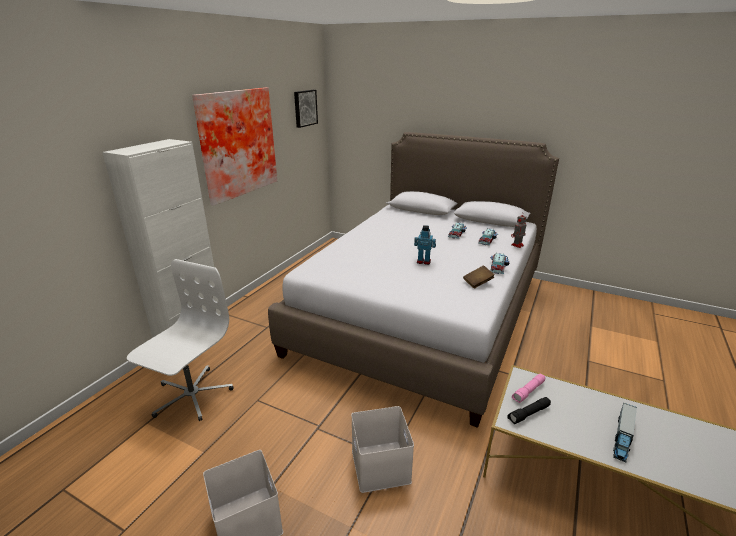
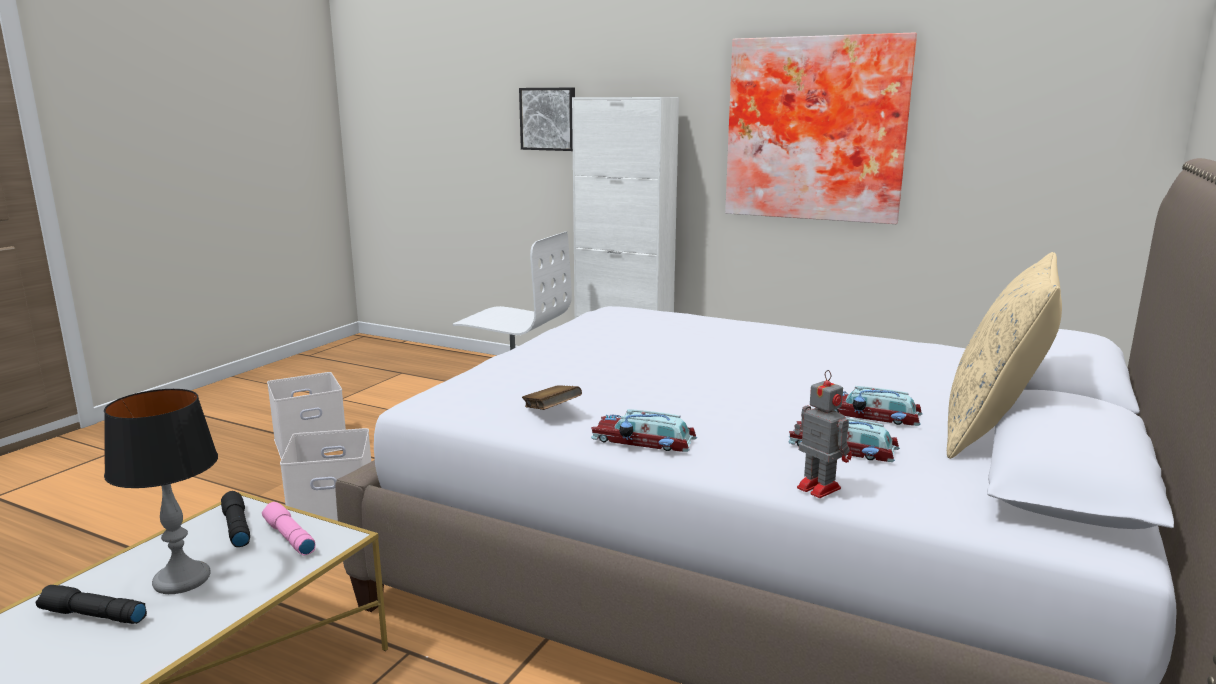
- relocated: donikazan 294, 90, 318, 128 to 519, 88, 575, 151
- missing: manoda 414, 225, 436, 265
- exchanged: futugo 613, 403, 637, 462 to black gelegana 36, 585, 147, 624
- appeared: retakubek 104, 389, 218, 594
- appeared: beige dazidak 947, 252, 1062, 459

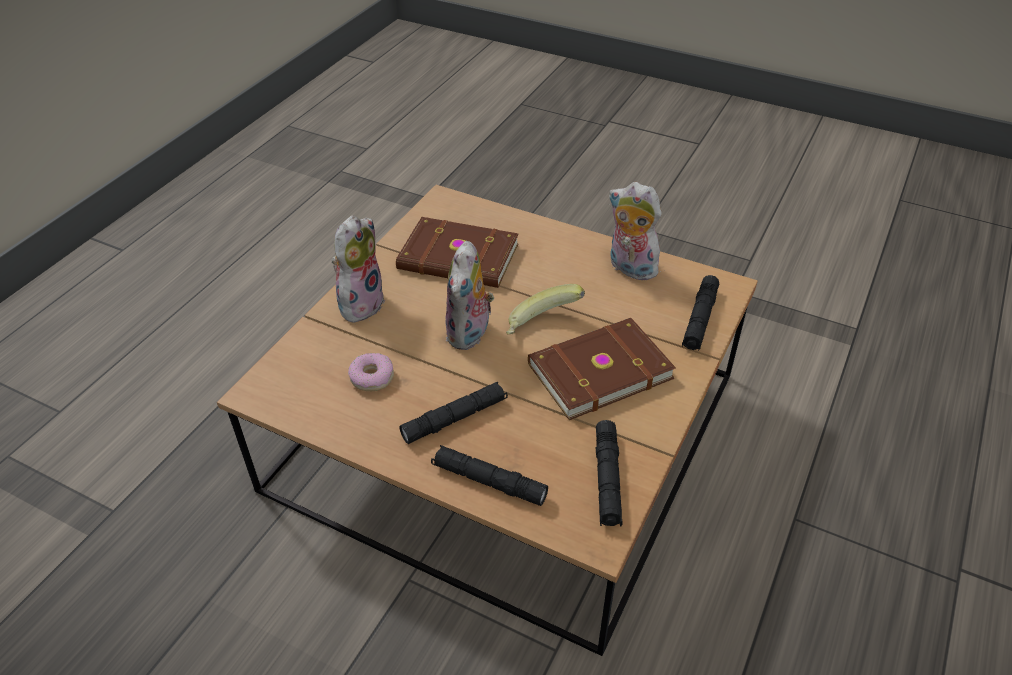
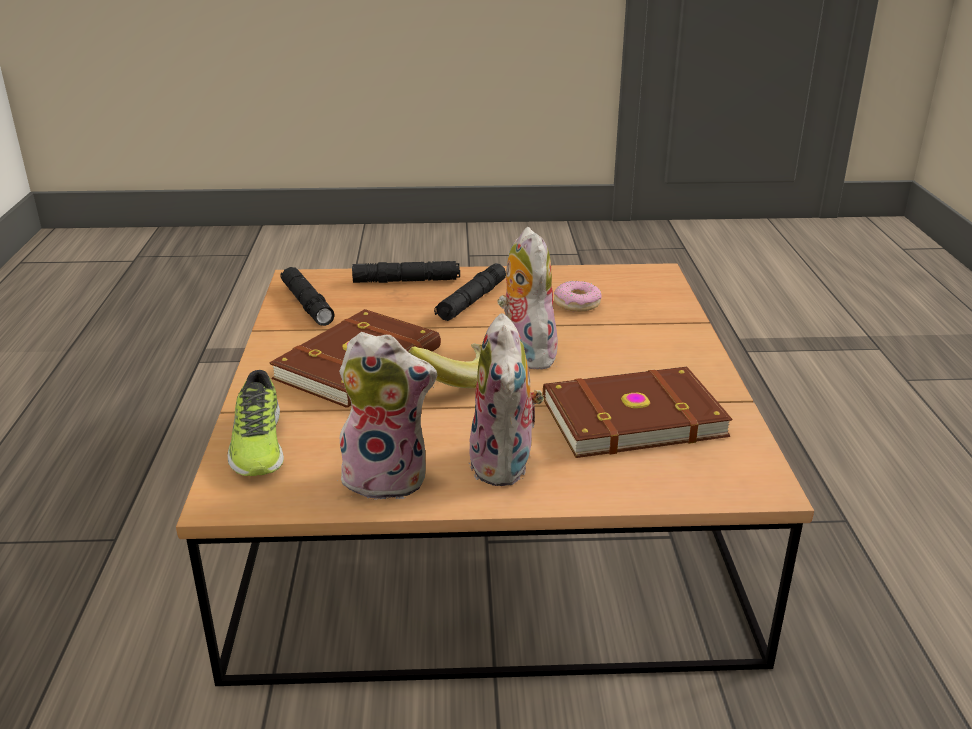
- relocated: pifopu 332, 215, 386, 322 to 469, 313, 544, 486
- exchanged: black gelegana 682, 275, 719, 350 to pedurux 228, 370, 284, 476

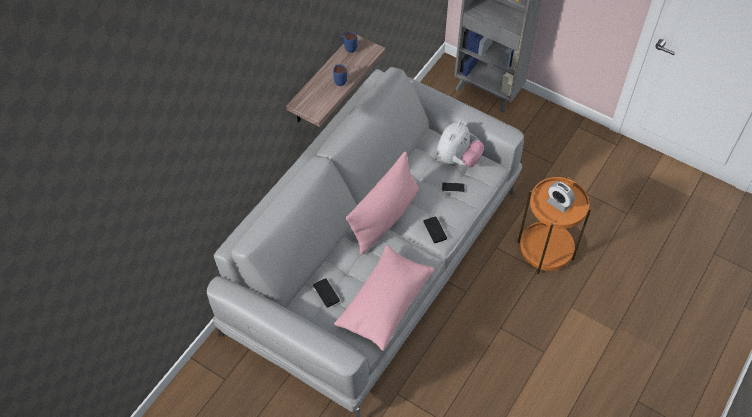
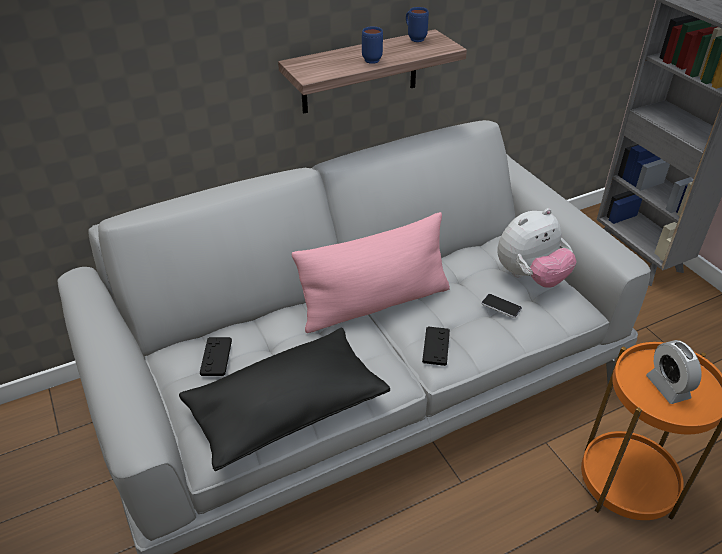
- colour: pink dazidak 334, 245, 434, 351 to black dazidak 179, 328, 390, 471

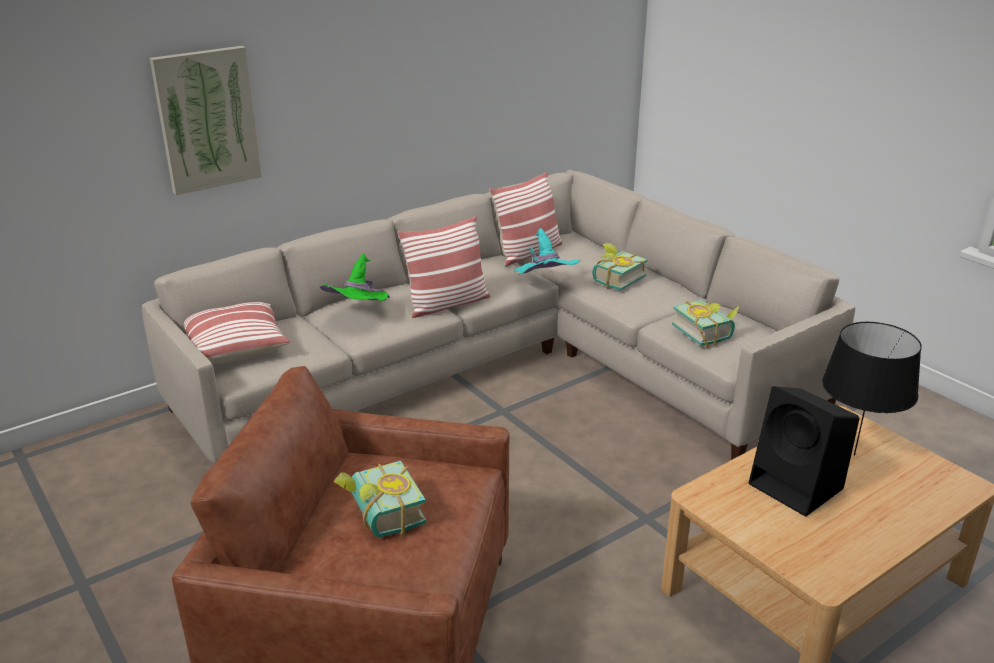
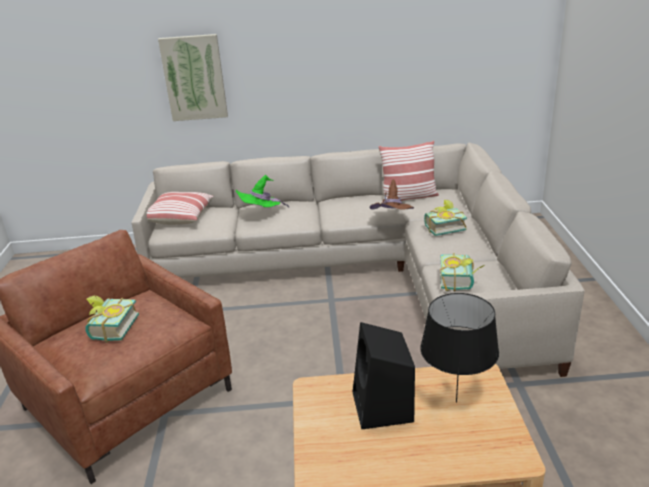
- missing: dazidak 397, 216, 490, 318
- colour: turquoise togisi 514, 228, 580, 275 to brown togisi 370, 179, 414, 210

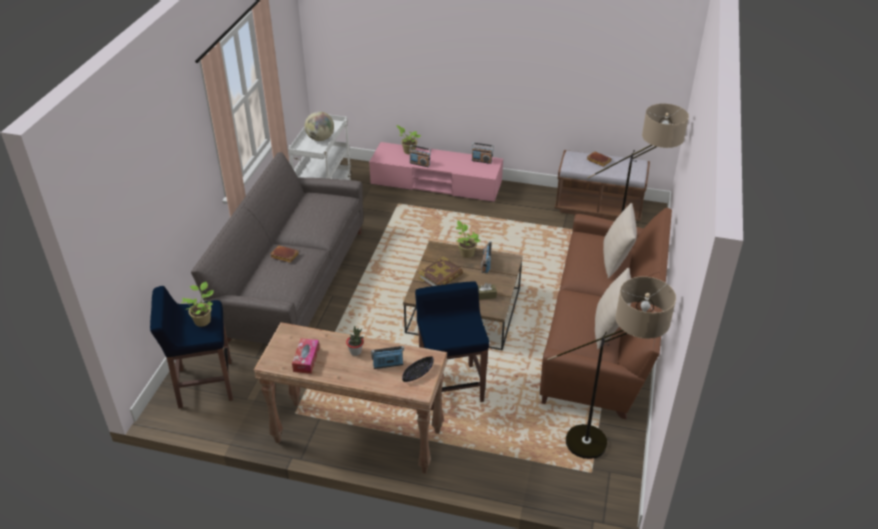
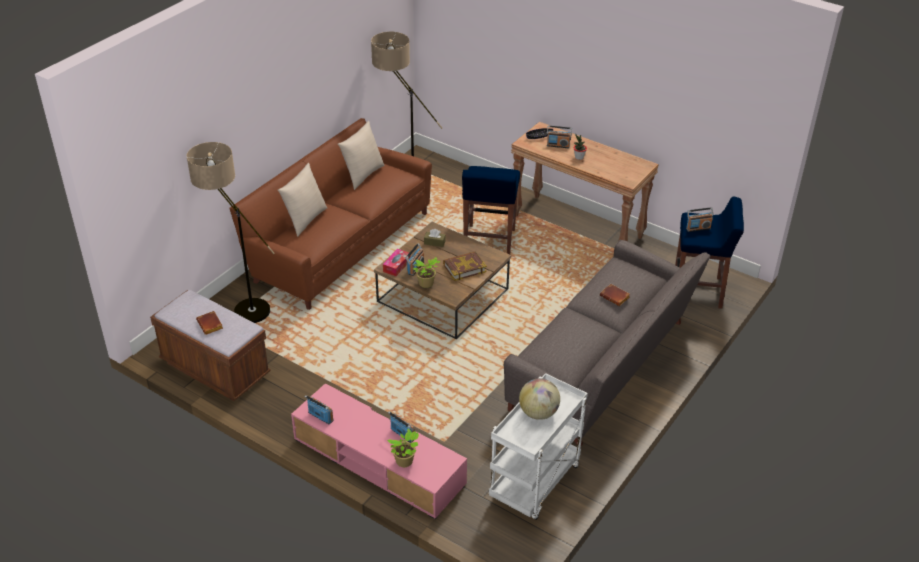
- exchanged: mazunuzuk 181, 282, 214, 327 to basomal 686, 207, 713, 232
- relocated: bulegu 292, 338, 320, 374 to 383, 249, 410, 276

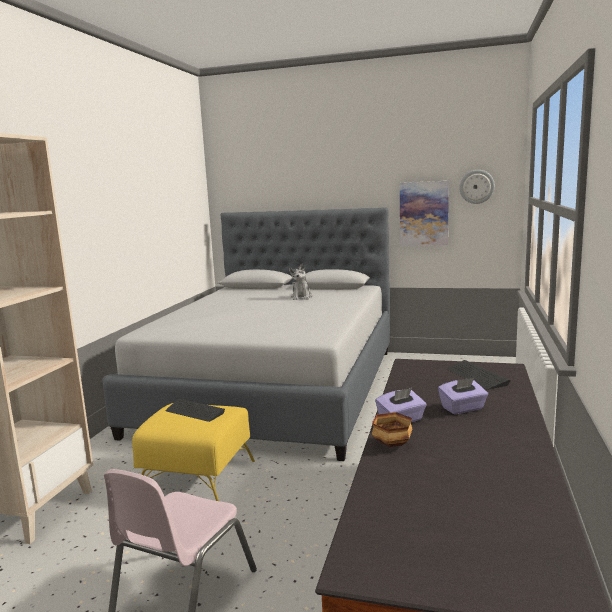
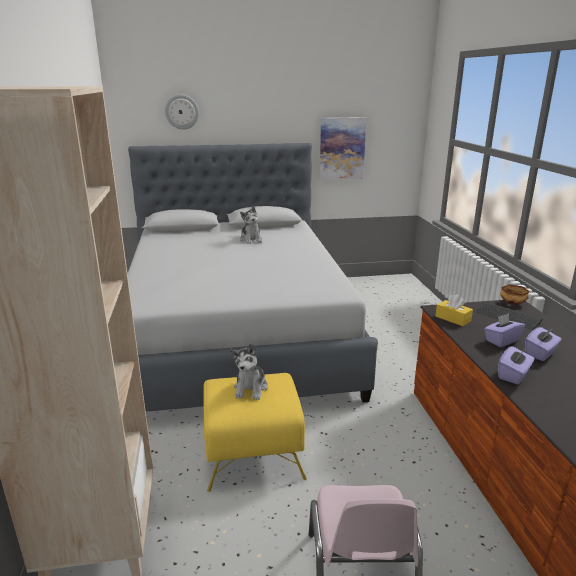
- exchanged: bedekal 166, 399, 225, 422 to pifopu 231, 344, 268, 400
- relocated: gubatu 372, 412, 412, 447 to 500, 284, 529, 305
- relocated: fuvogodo 459, 170, 495, 204 to 165, 94, 199, 130
- appeared: yellow bulegu 436, 294, 473, 326
- appeared: purple bulegu 484, 313, 525, 347

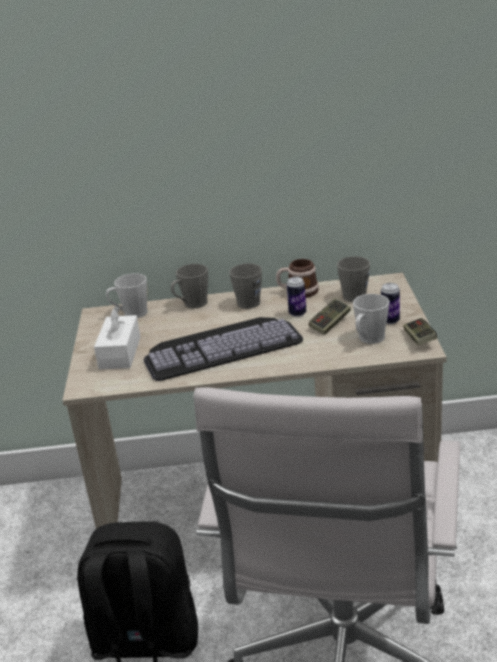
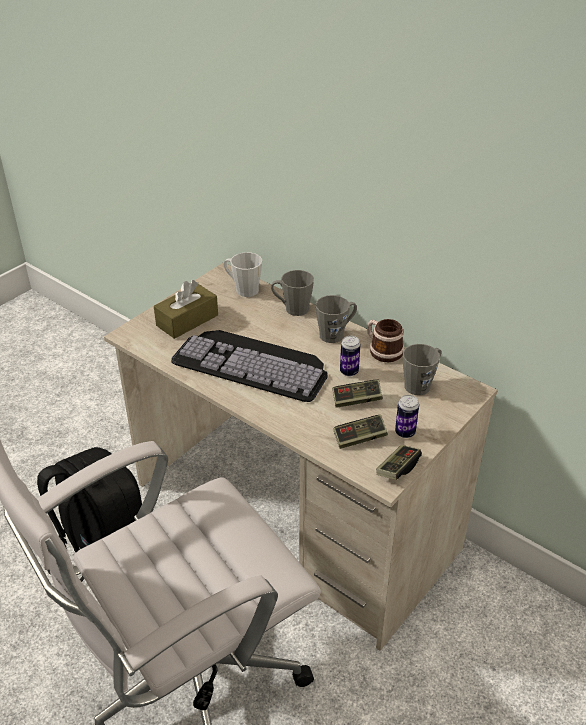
- colour: white bulegu 94, 306, 140, 370 to brown bulegu 154, 280, 218, 339
- exchanged: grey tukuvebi 353, 294, 389, 344 to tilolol 334, 415, 388, 449

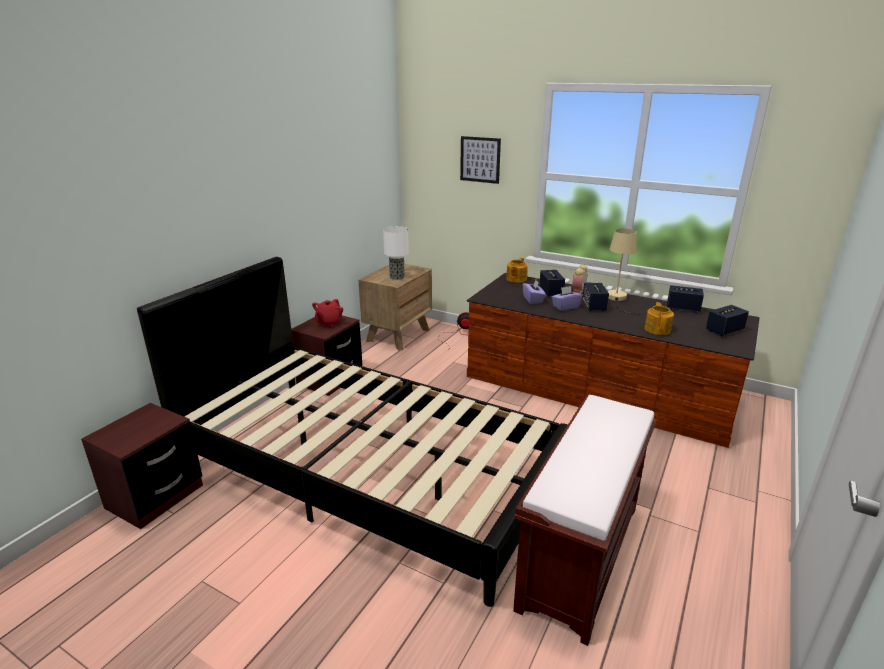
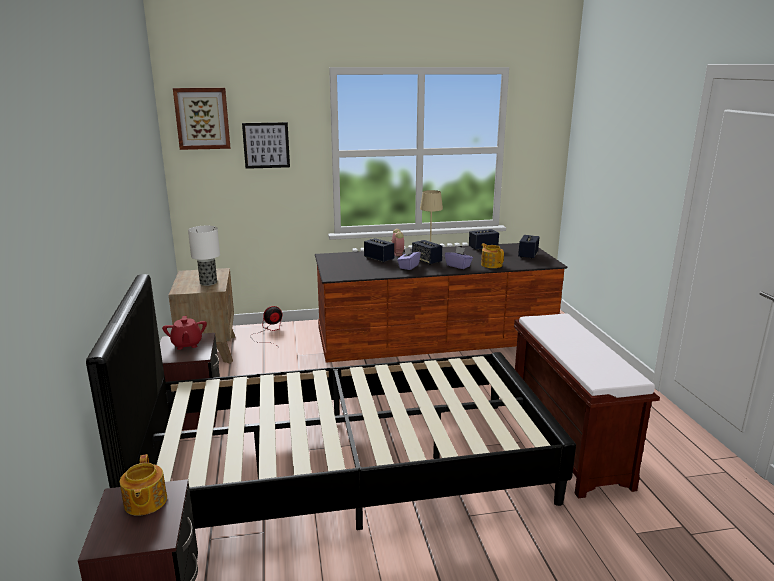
- relocated: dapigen 506, 258, 528, 283 to 120, 454, 167, 516
- relocated: purple bulegu 523, 280, 546, 304 to 445, 246, 473, 269
- appeared: donikazan 173, 88, 230, 150

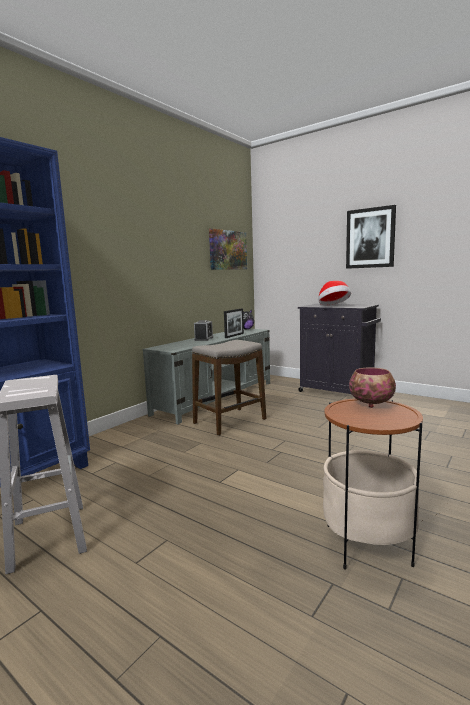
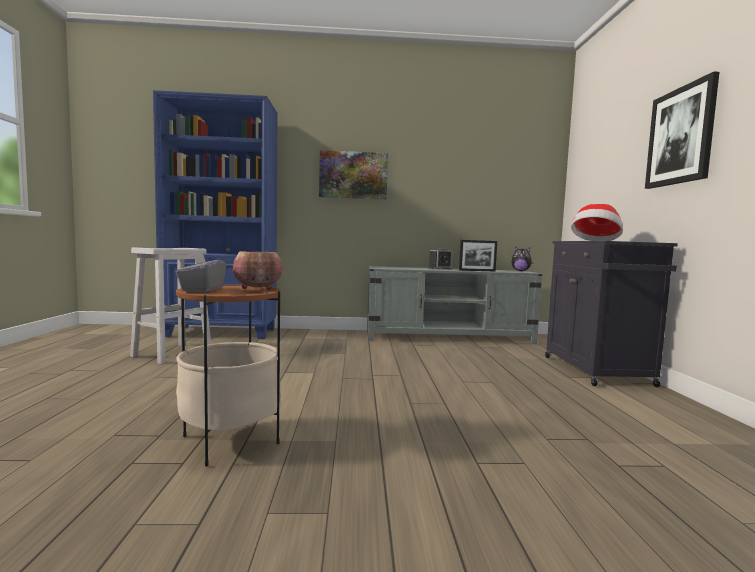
- missing: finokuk 192, 340, 266, 435
- relocated: donikazan 209, 229, 247, 270 to 319, 150, 388, 200
- appeared: grey bulegu 176, 250, 226, 292

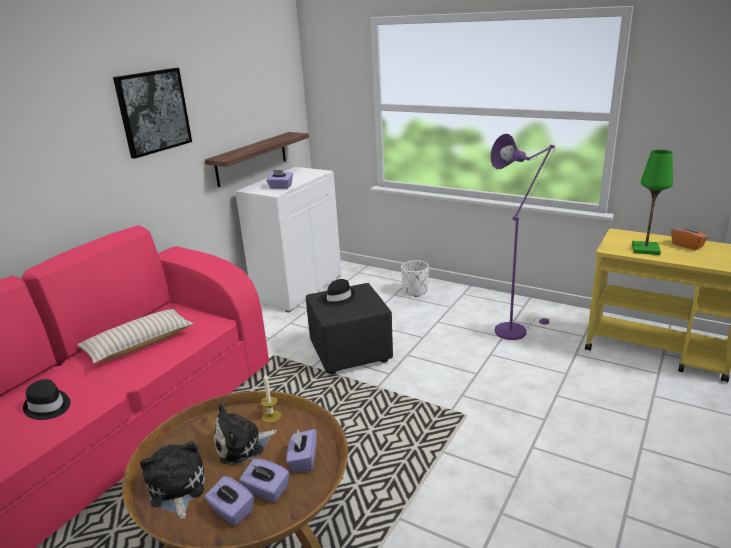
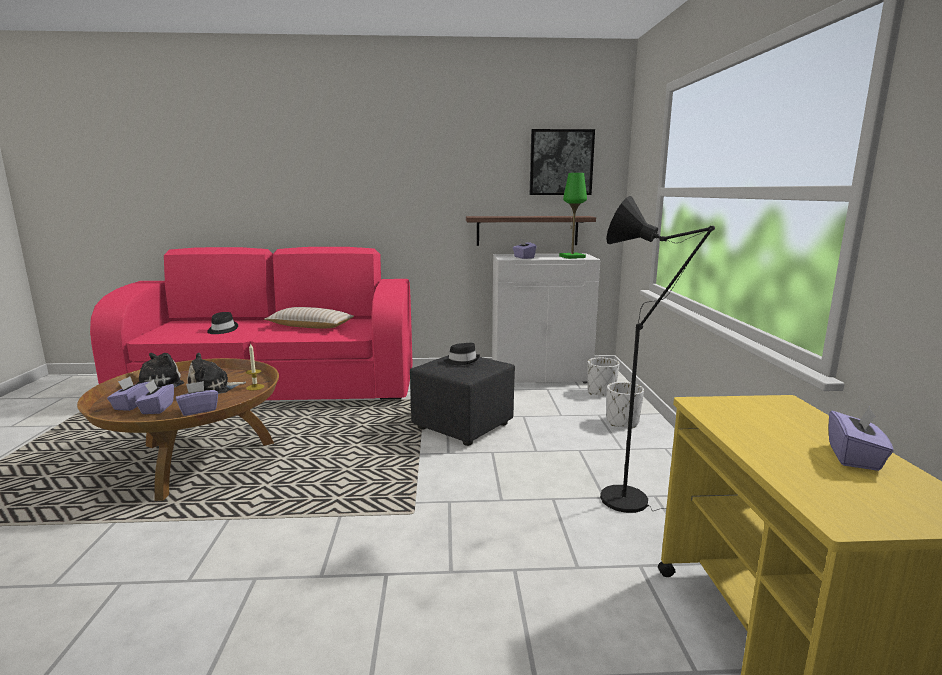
- relocated: donikazan 113, 68, 192, 159 to 530, 129, 595, 195
- spun: pifopu 214, 403, 277, 465 = 187, 353, 246, 394 60 degrees counterclockwise
- colour: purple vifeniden 490, 134, 555, 340 to black vifeniden 600, 196, 715, 513
- relocated: green retakubek 632, 150, 673, 255 to 559, 173, 587, 259
- colour: orange bulegu 671, 222, 709, 250 to purple bulegu 828, 406, 894, 471
- appeared: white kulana 587, 357, 619, 396

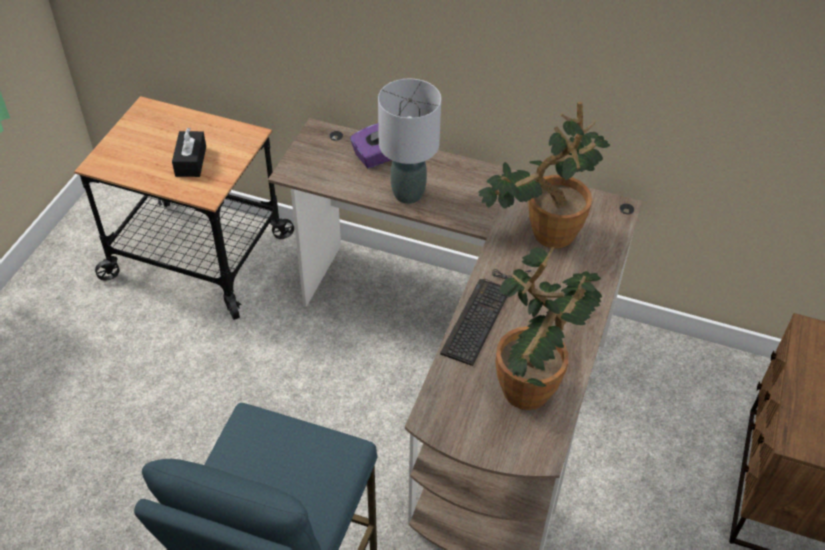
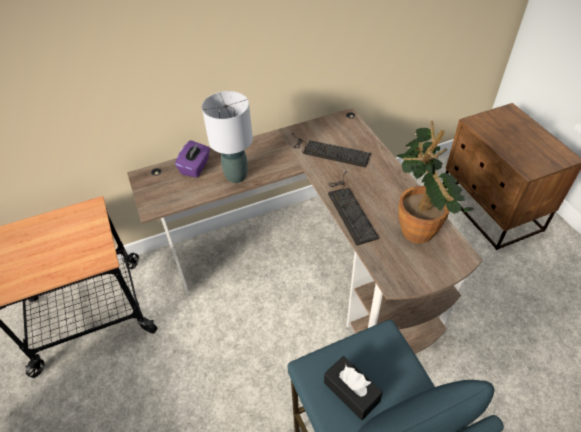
- relocated: black bulegu 172, 128, 206, 177 to 324, 356, 383, 420
- exchanged: mazunuzuk 478, 102, 610, 248 to bedekal 292, 133, 371, 167

